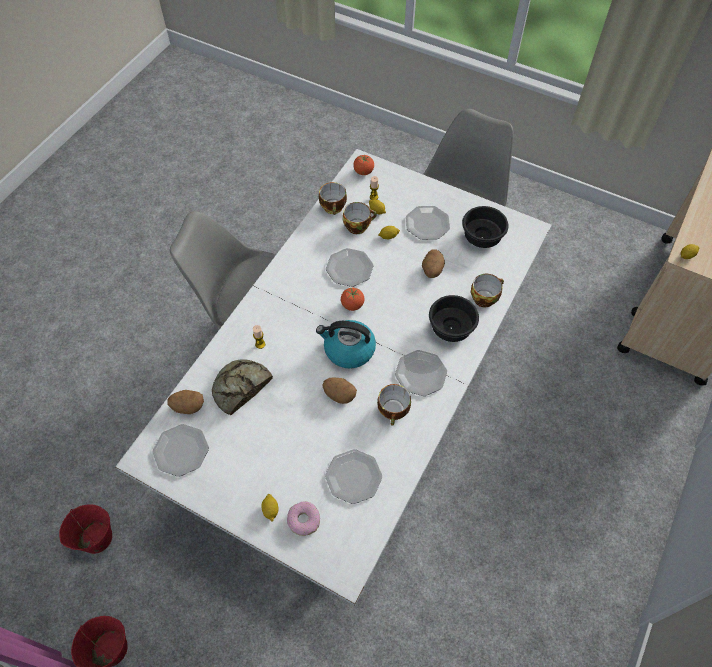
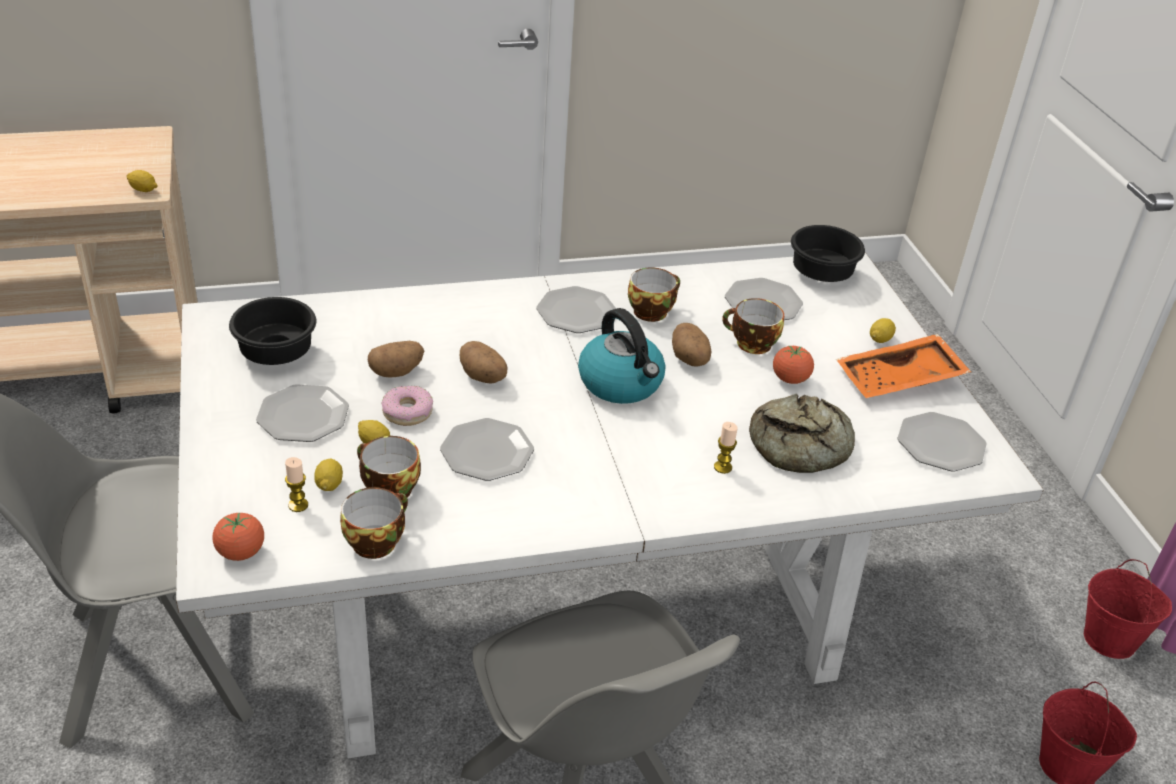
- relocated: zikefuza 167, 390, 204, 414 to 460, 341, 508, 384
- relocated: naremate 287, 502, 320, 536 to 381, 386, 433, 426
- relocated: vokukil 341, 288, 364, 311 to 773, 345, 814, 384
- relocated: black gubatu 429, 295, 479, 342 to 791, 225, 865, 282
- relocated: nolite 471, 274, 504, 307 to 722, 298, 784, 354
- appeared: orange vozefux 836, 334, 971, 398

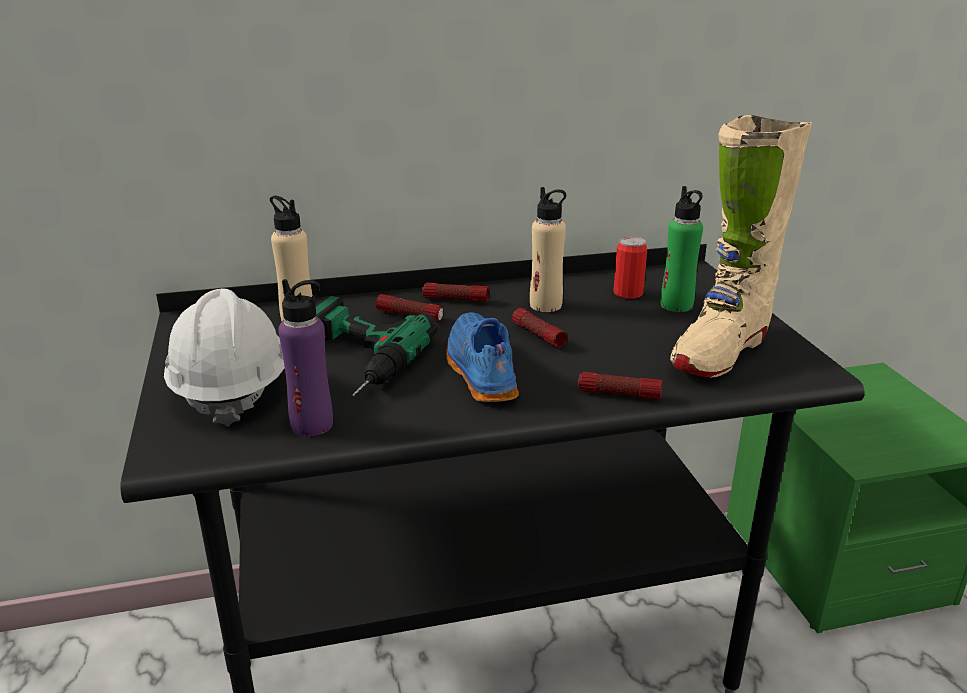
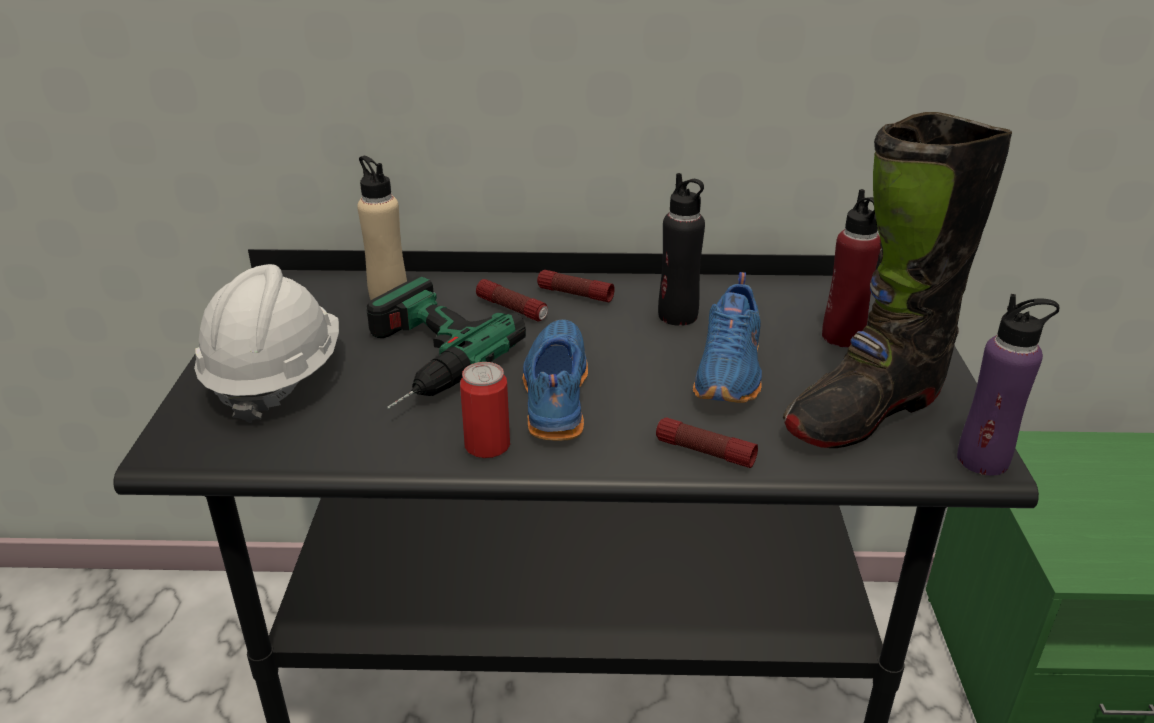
- relocated: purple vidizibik 278, 279, 333, 436 to 957, 294, 1059, 475
- missing: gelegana 512, 308, 567, 348
- colour: beige vidizibik 530, 187, 566, 312 to black vidizibik 658, 173, 705, 326
- relocated: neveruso 613, 236, 647, 299 to 460, 362, 510, 458
- colour: green vidizibik 661, 186, 703, 312 to red vidizibik 822, 189, 881, 348
- colour: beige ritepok 670, 115, 812, 377 to black ritepok 783, 112, 1012, 448
- appeared: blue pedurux 693, 272, 762, 403

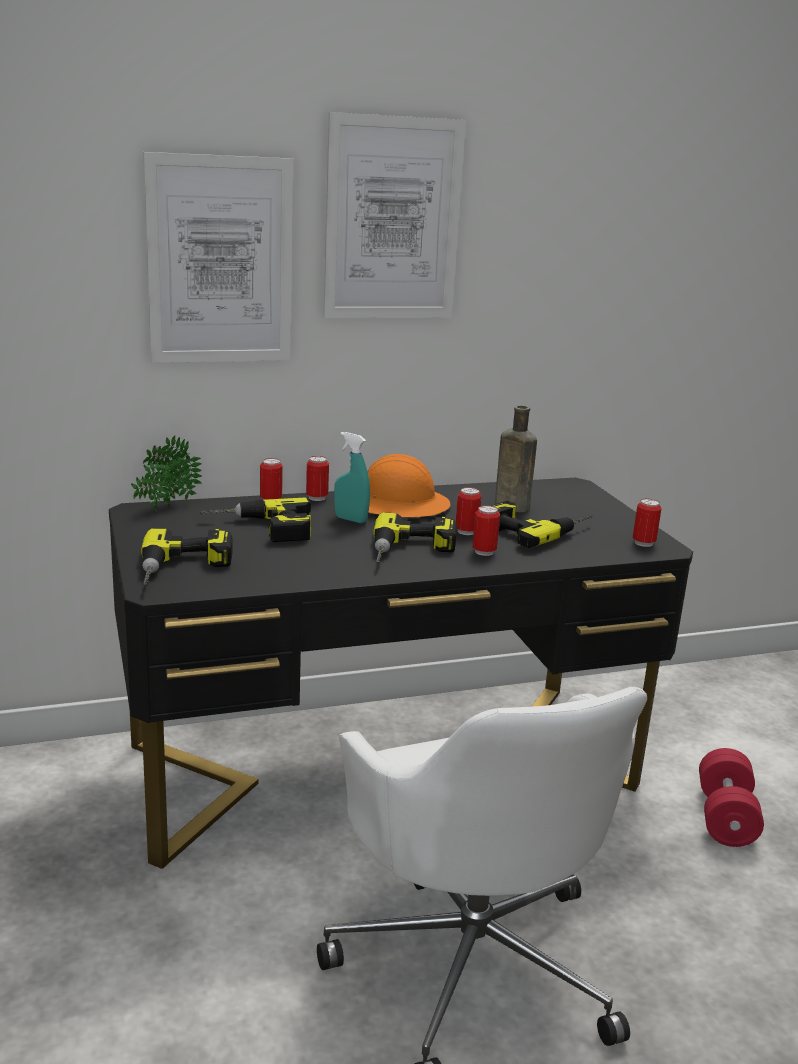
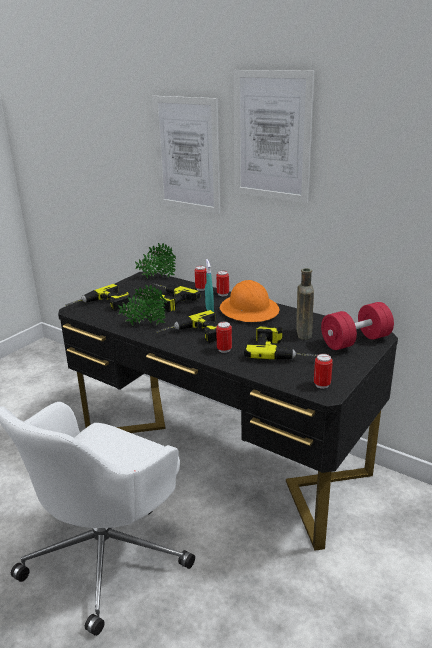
- missing: neveruso 456, 487, 481, 535
- relocated: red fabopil 699, 748, 764, 847 to 321, 302, 394, 350
- appeared: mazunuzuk 118, 284, 167, 325

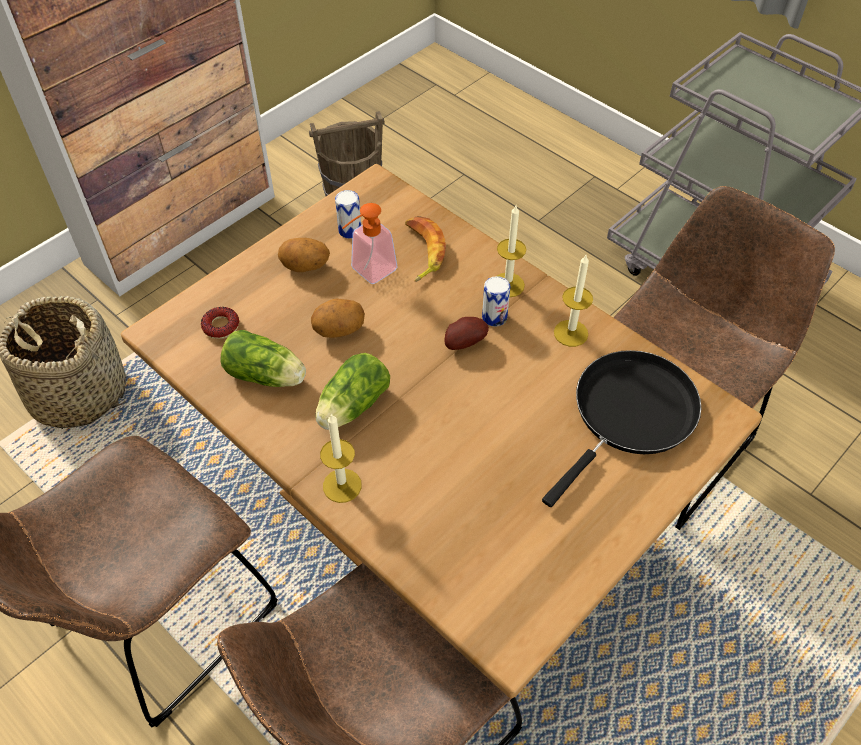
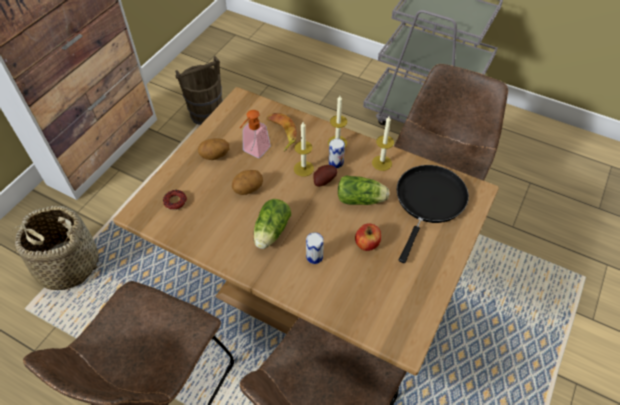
- relocated: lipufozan 220, 330, 306, 387 to 338, 175, 389, 205
- relocated: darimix 320, 413, 362, 503 to 294, 122, 314, 177
- relocated: neveruso 335, 190, 361, 238 to 306, 232, 324, 264
- appeared: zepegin 355, 223, 381, 251

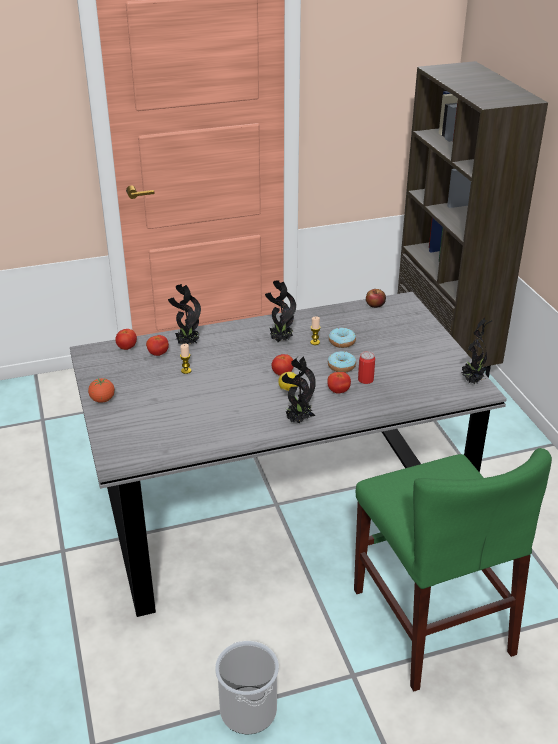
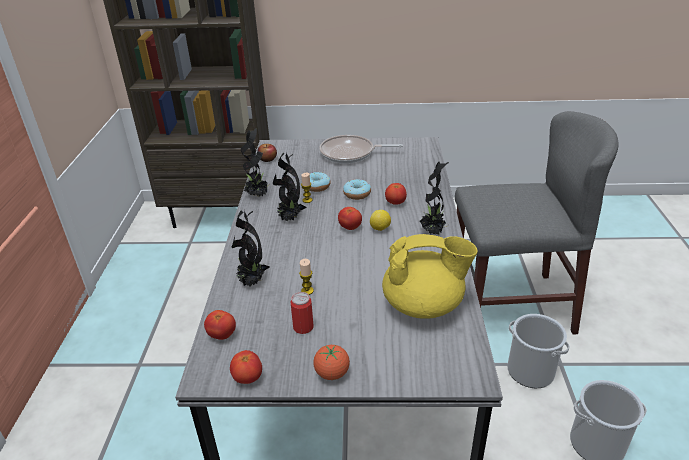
- relocated: vokukil 146, 335, 169, 356 to 230, 350, 262, 384
- colour: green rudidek 354, 448, 552, 692 to grey rudidek 455, 111, 618, 335
- relocated: neveruso 358, 351, 375, 384 to 291, 292, 314, 334
- relocated: mazunuzuk 461, 318, 493, 384 to 241, 128, 270, 197
- appeared: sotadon 320, 135, 403, 164
- appeared: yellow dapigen 382, 234, 478, 319
- appeared: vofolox 507, 314, 570, 388

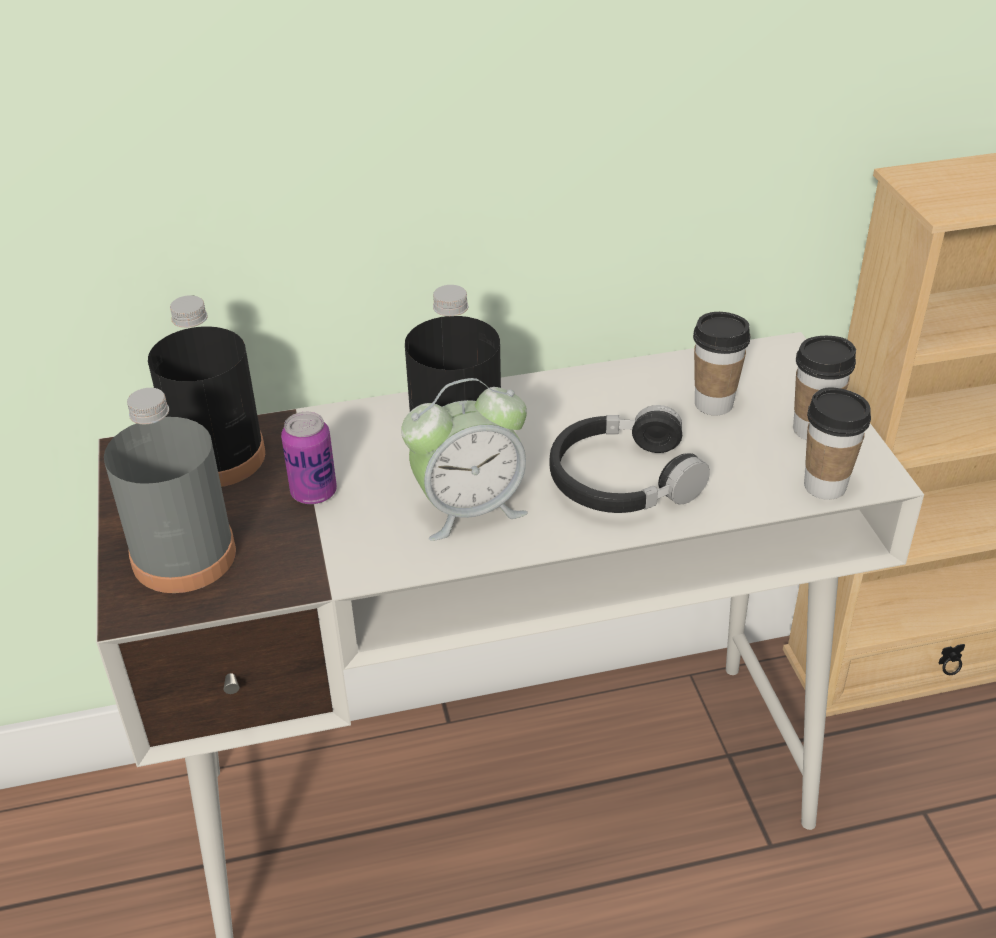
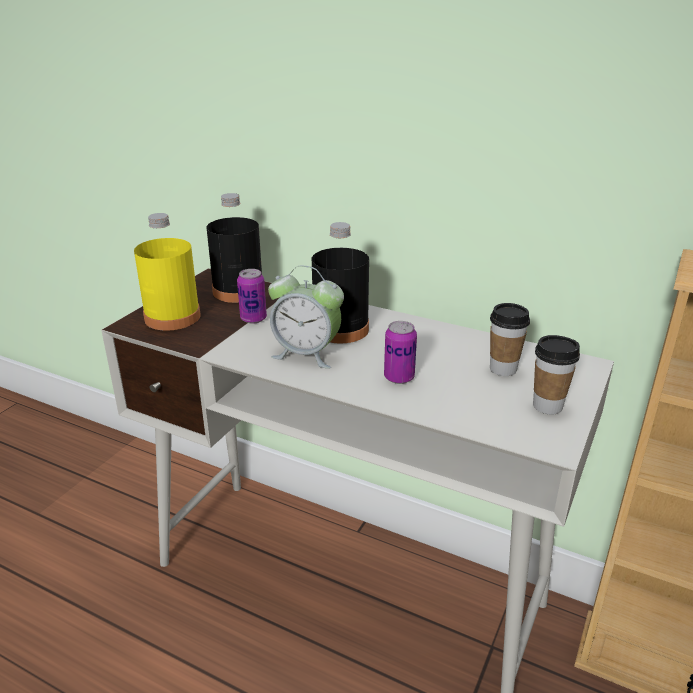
- colour: grey vidizibik 104, 388, 236, 593 to yellow vidizibik 134, 213, 201, 331
- exchanged: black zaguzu 549, 405, 710, 513 to neveruso 384, 321, 417, 384
- missing: nolite 804, 387, 871, 500

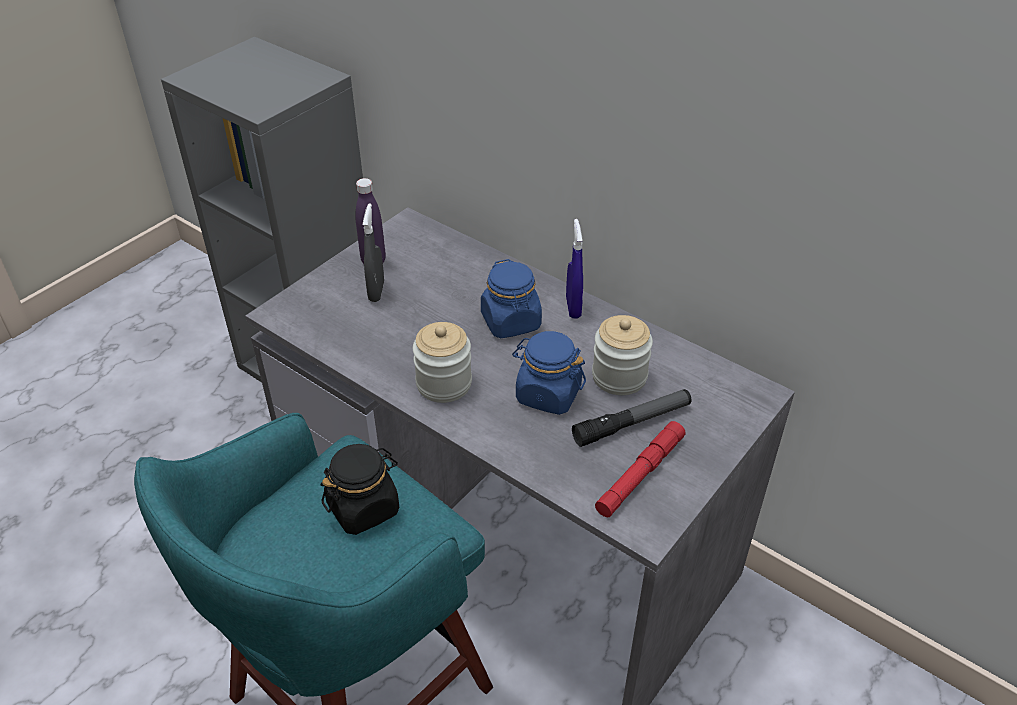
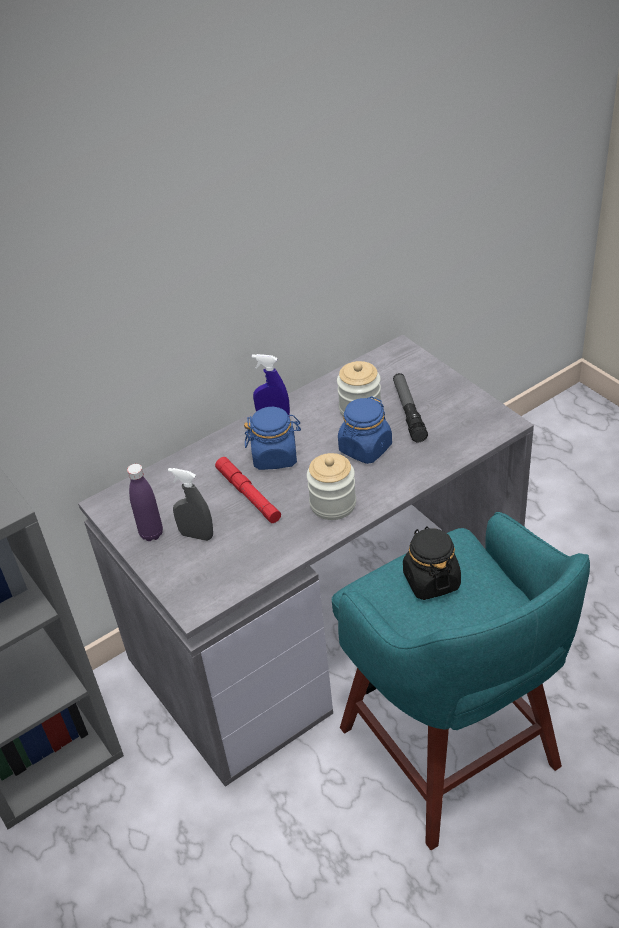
- relocated: red gelegana 595, 421, 686, 517 to 215, 457, 281, 523

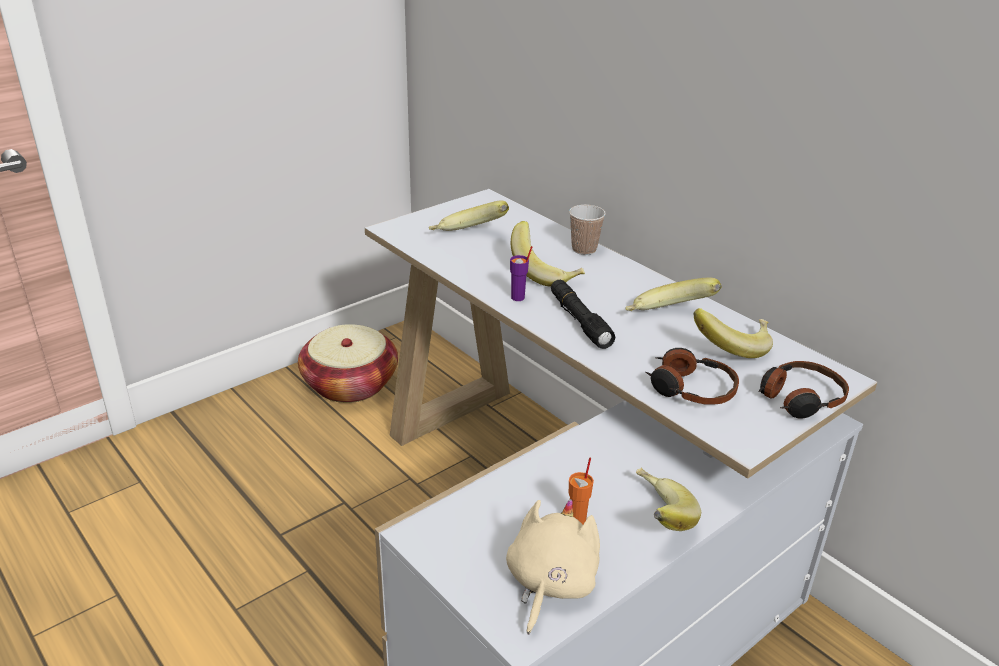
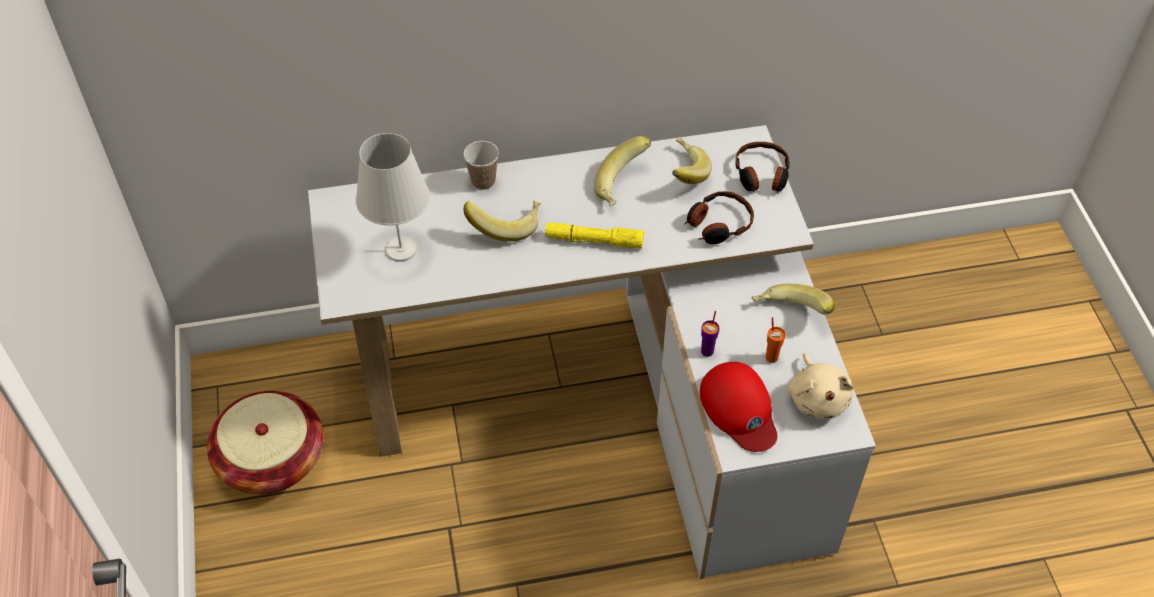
- exchanged: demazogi 429, 200, 509, 231 to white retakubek 356, 133, 430, 262
- spun: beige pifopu 506, 499, 600, 635 = 788, 353, 854, 419 150 degrees counterclockwise
- relocated: purple nolite 510, 246, 532, 301 to 701, 311, 719, 357
- colour: black gelegana 551, 279, 615, 349 to yellow gelegana 545, 222, 644, 249
- appeared: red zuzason 700, 362, 777, 452

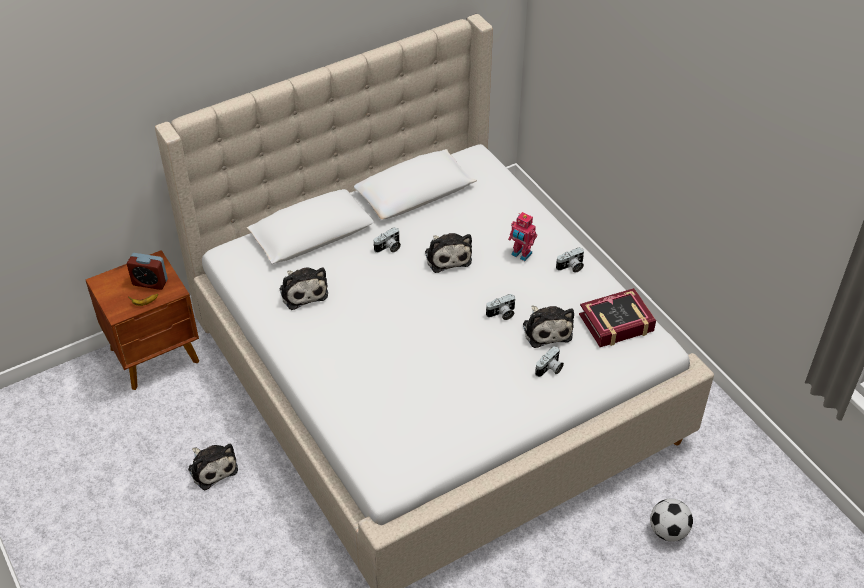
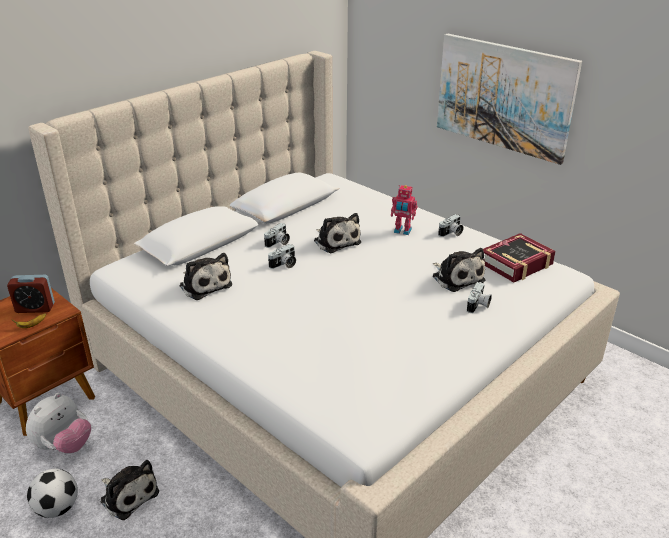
- relocated: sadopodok 485, 294, 516, 320 to 268, 244, 296, 269
- relocated: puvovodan 650, 499, 693, 542 to 27, 469, 78, 518
- appeared: pifopu 26, 393, 91, 453
- appeared: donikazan 437, 34, 582, 165

